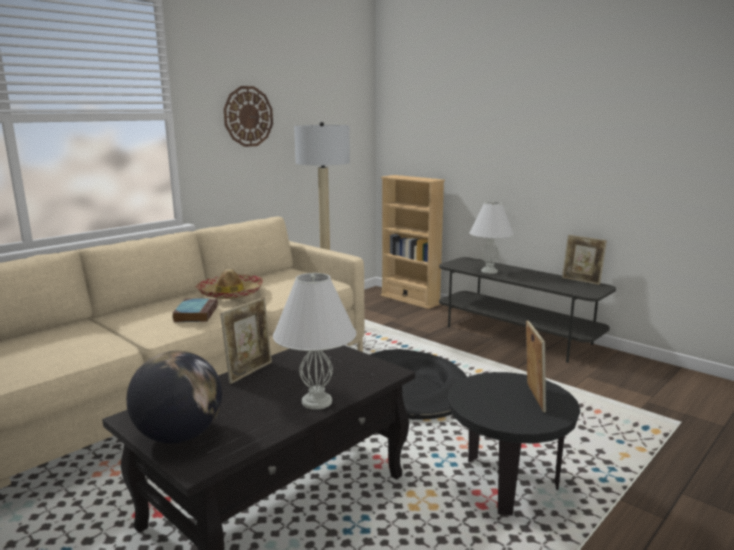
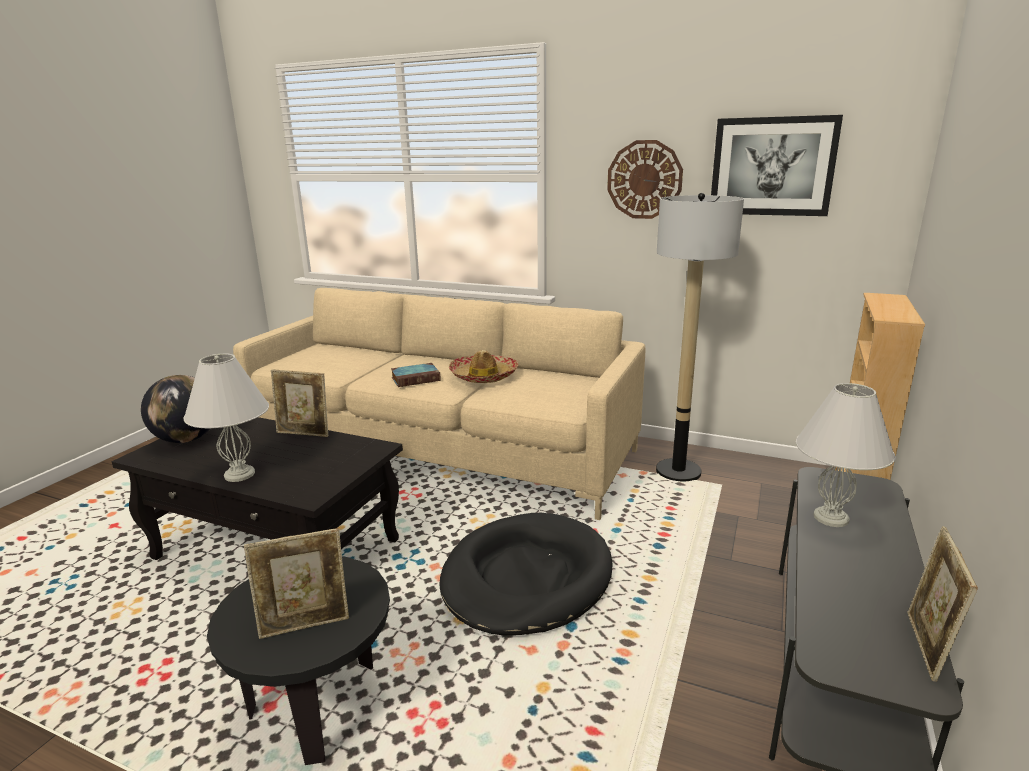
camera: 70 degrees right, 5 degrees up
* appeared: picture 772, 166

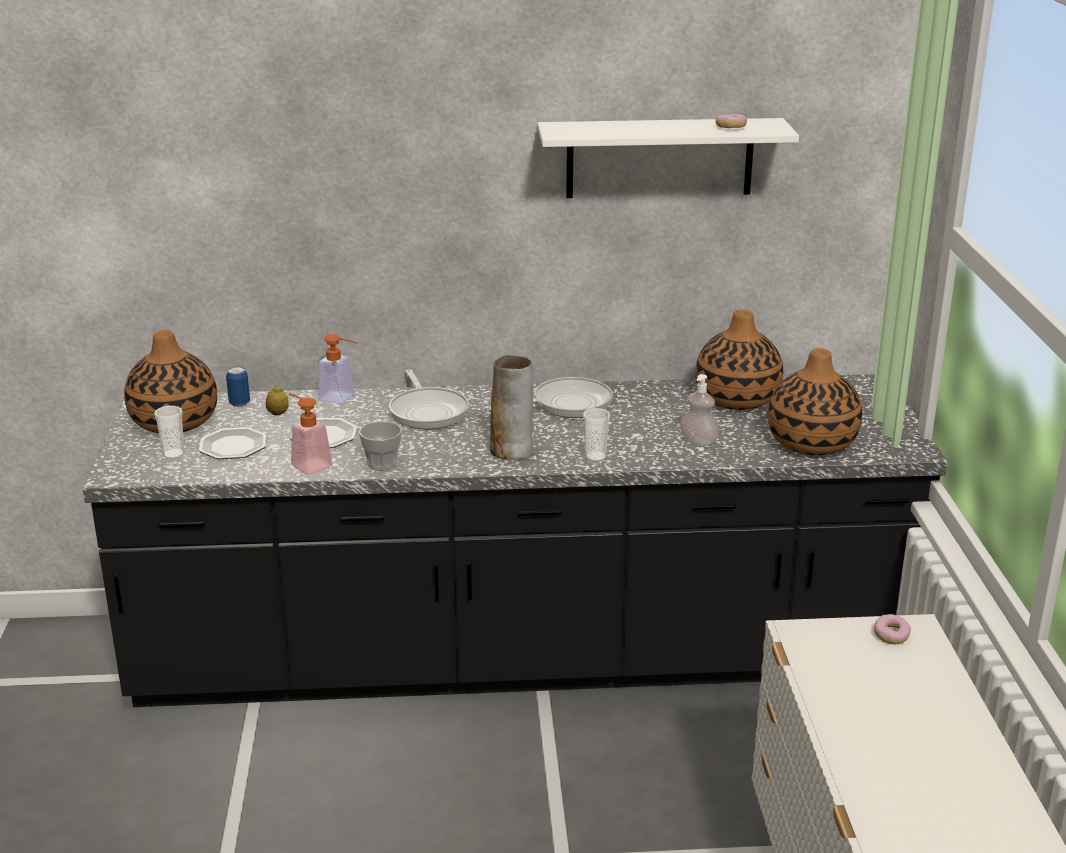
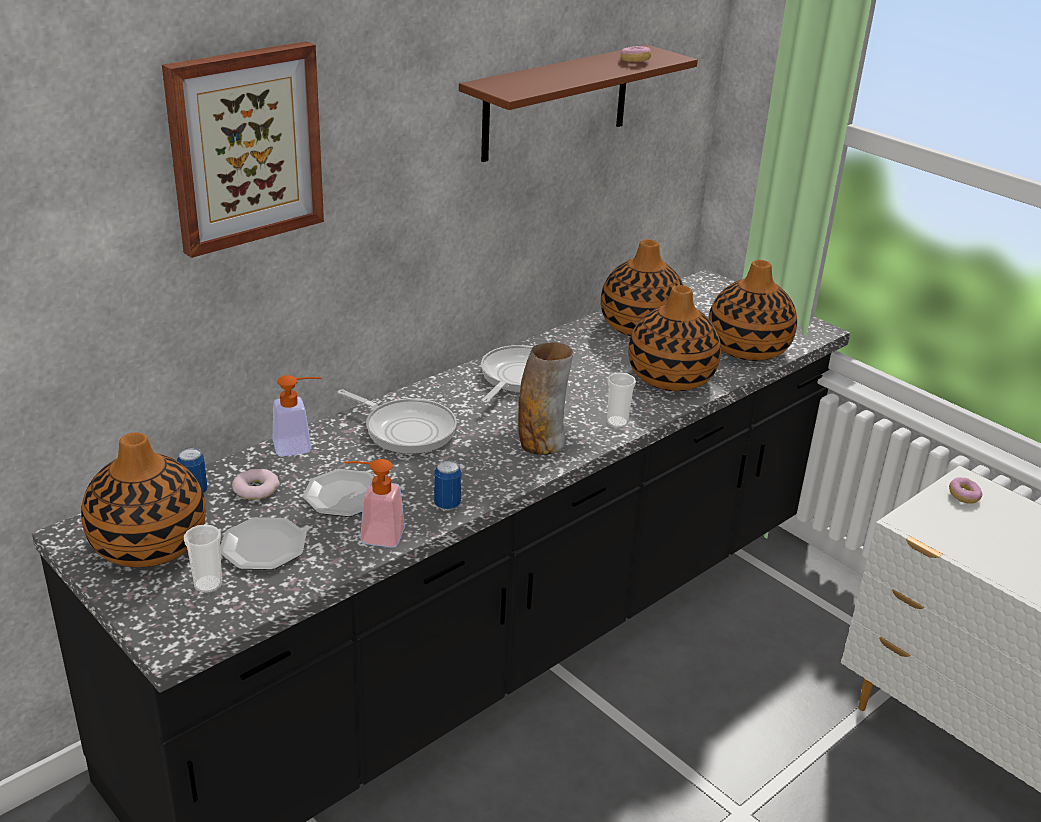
camera: 40 degrees left, 5 degrees up
* appeared: picture 244, 147
* exchanged: lemon 278, 414 to donut 256, 488
* exchanged: cup 382, 464 to can 447, 504
* colour: white shelf 659, 158 to brown shelf 556, 103
* exchanged: soap dispenser 698, 442 to vase 671, 377

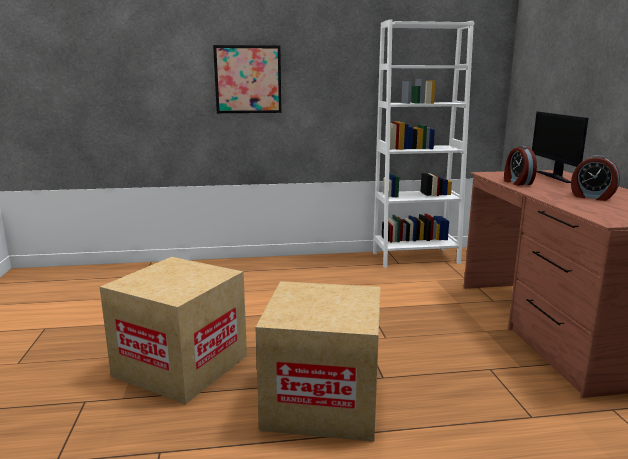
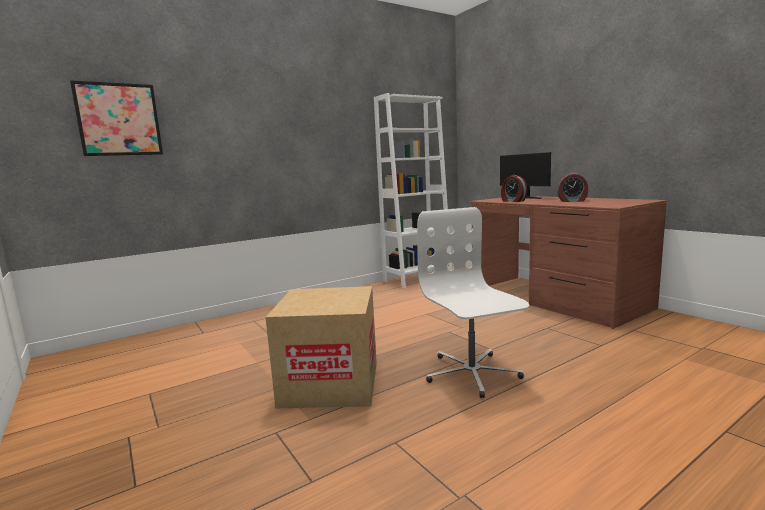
camera: 25 degrees left, 5 degrees down
* relocated: picture 248, 79 to 119, 120
* exchanged: cardboard box 322, 401 to white office chair 471, 373

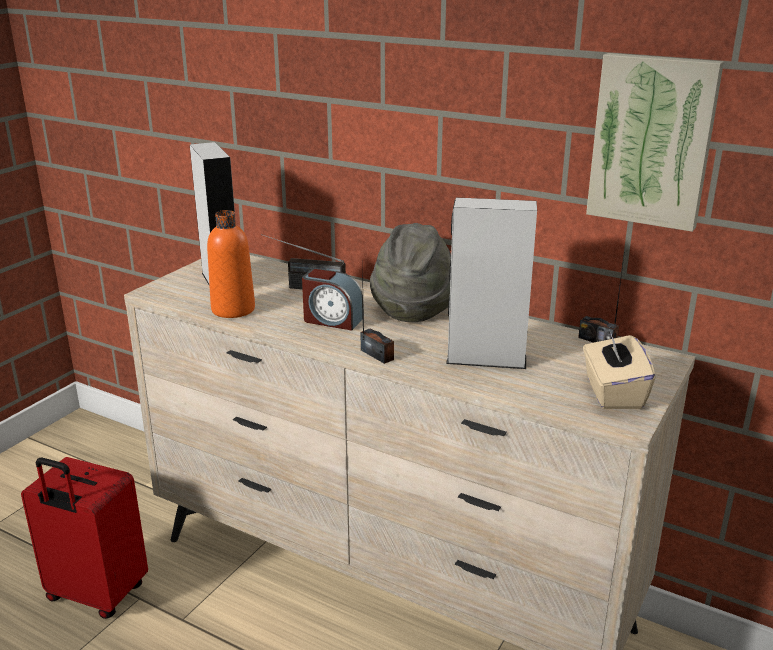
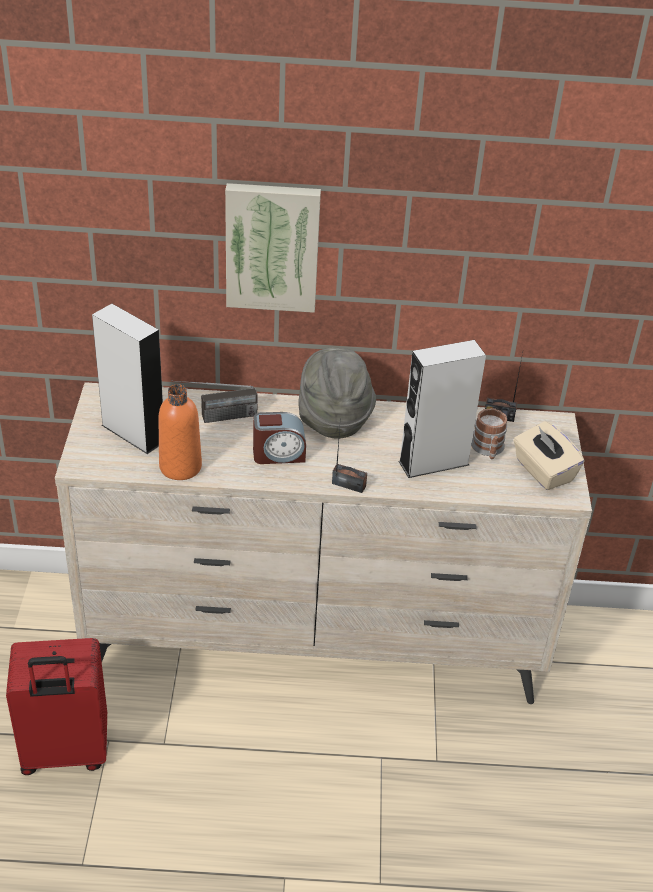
camera: 30 degrees left, 15 degrees up
* relocated: picture 652, 141 to 272, 246
* appeared: mug 488, 449

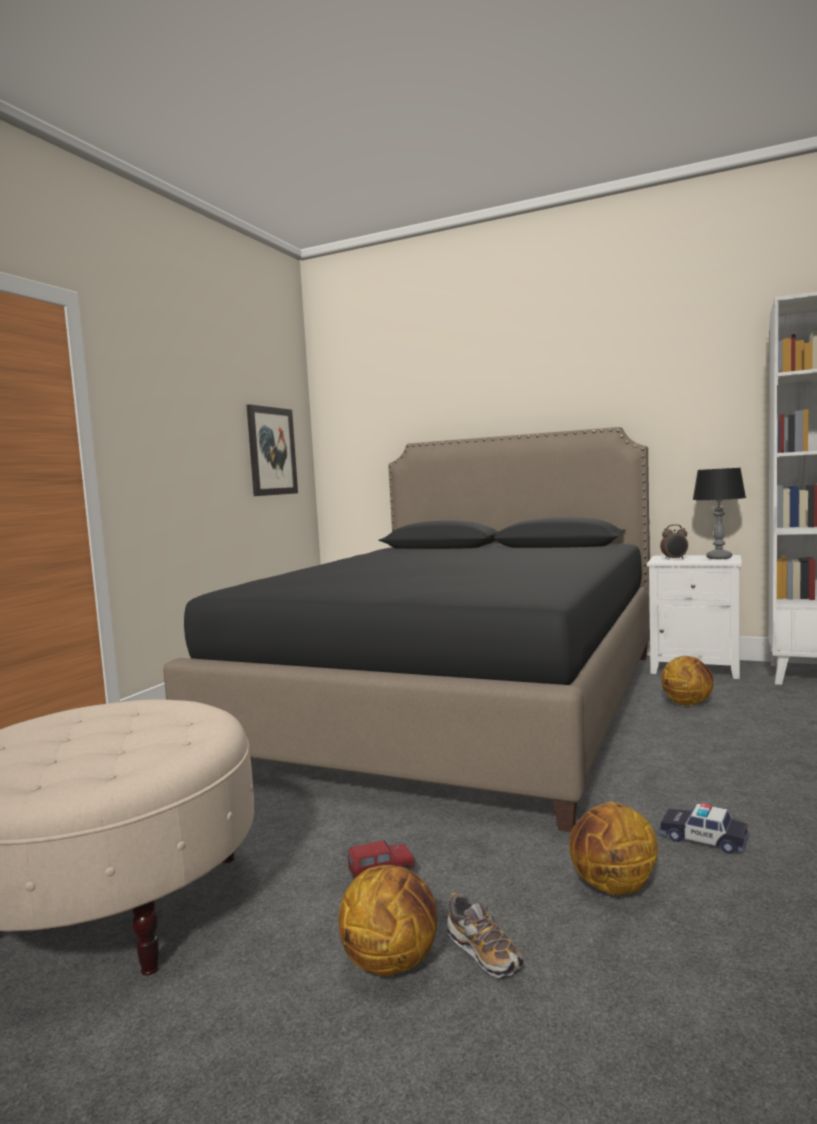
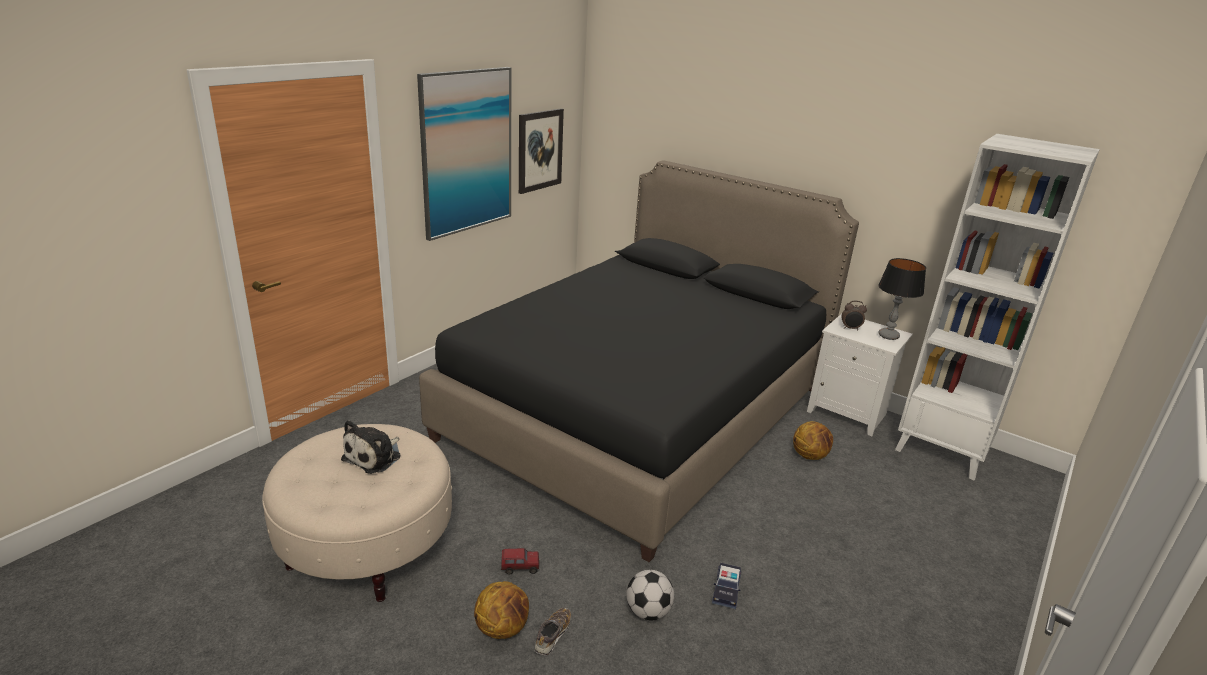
camera: 10 degrees right, 20 degrees up
* appeared: plush toy 374, 457
* appeared: picture 467, 152
* spun: shoe 483, 952 = 552, 635 135 degrees counterclockwise
* exchanged: basketball 614, 887 to football 648, 612
* spun: toy car 703, 838 = 726, 590 120 degrees counterclockwise

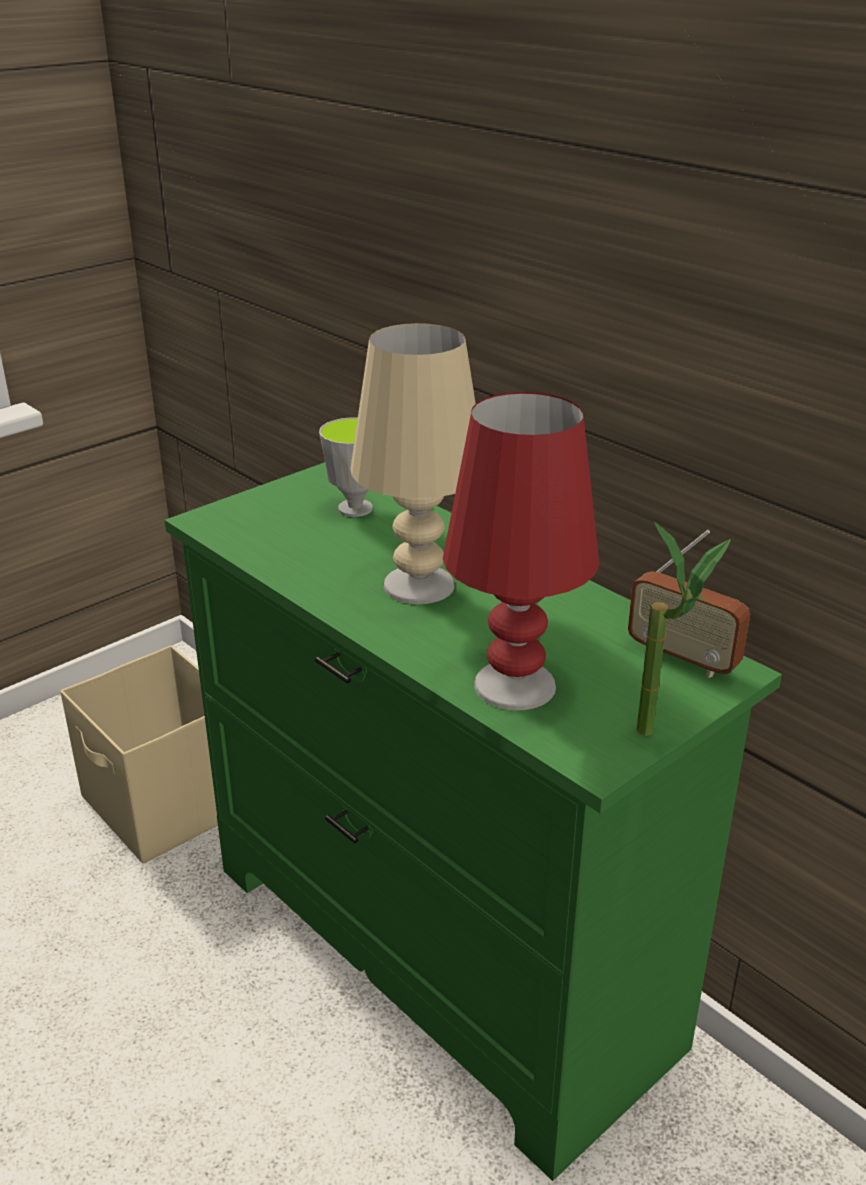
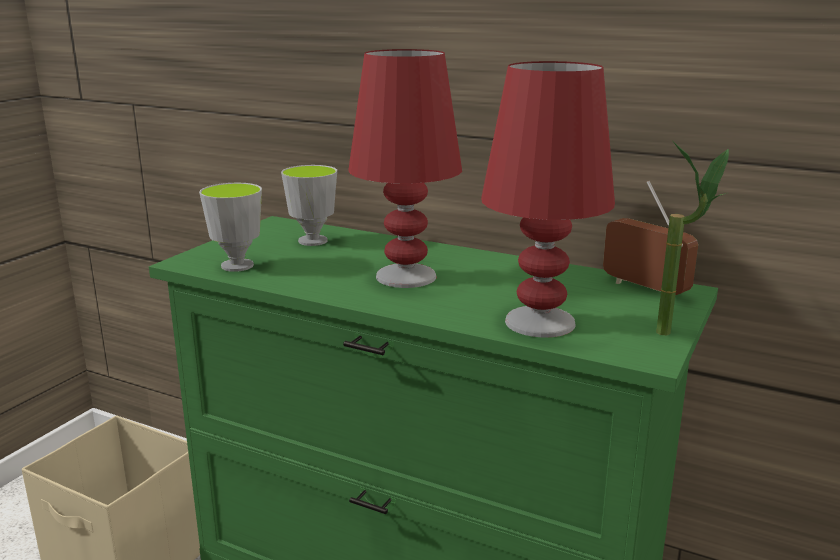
camera: 20 degrees left, 10 degrees down
* appeared: cup 237, 266
* colour: beige table lamp 418, 585 to red table lamp 405, 277
* spun: radio 682, 658 = 644, 289 150 degrees counterclockwise

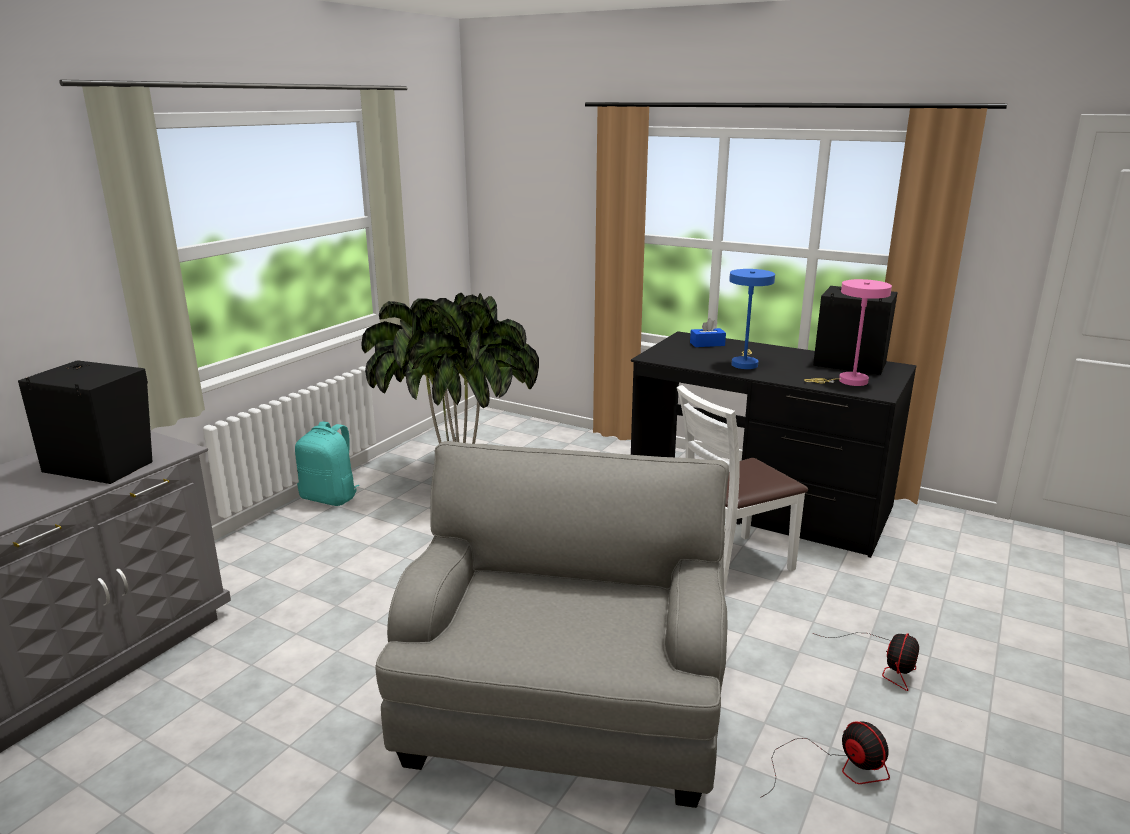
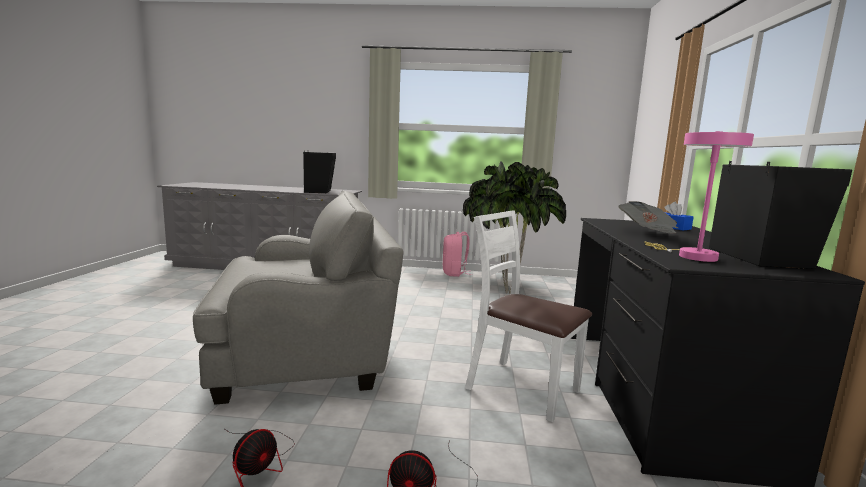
camera: 65 degrees right, 10 degrees down
* colour: turquoise backpack 330, 498 to pink backpack 454, 273
* exchanged: blue table lamp 744, 363 to newspaper 648, 234

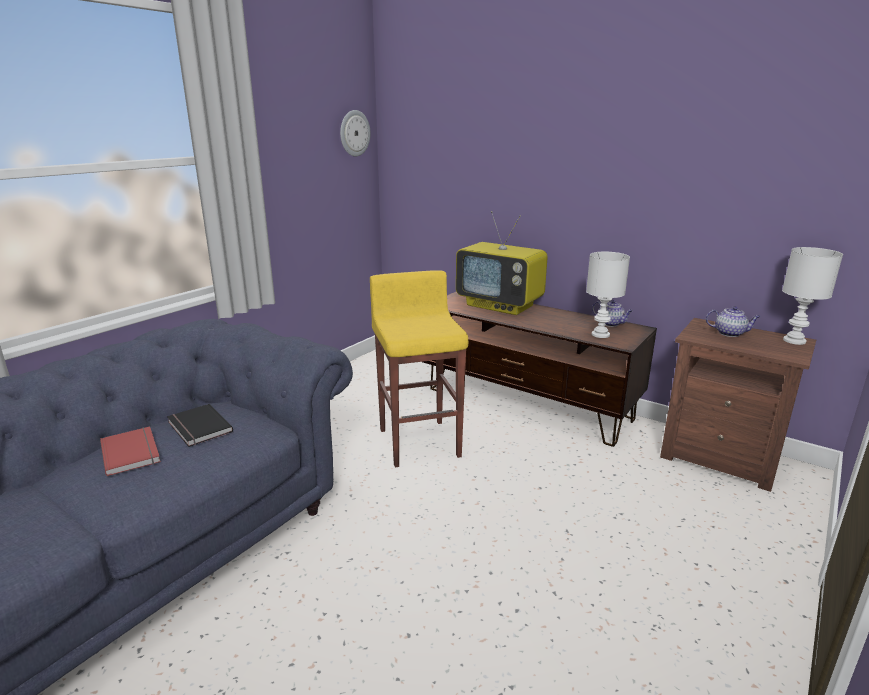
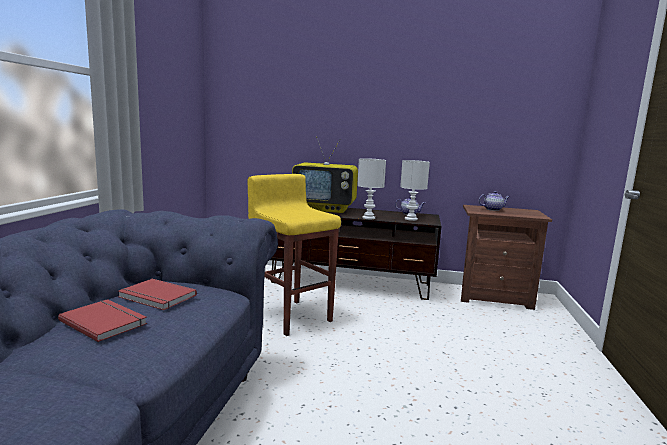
camera: 25 degrees left, 10 degrees down
* colour: black book 198, 428 to red book 156, 297
* relocated: white table lamp 795, 341 to 369, 218
* missing: wall clock 354, 133

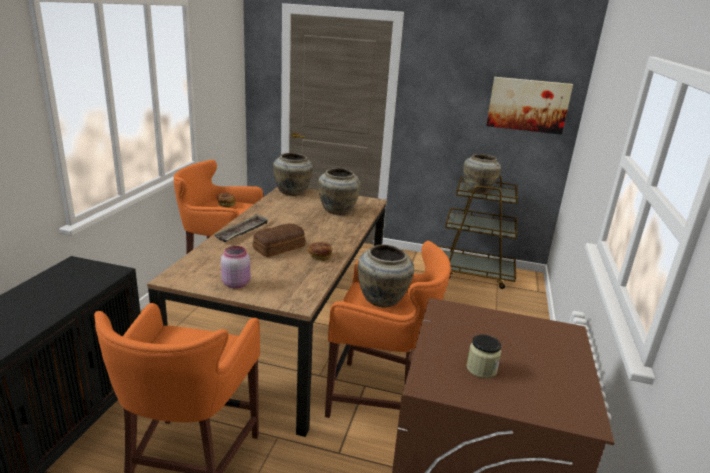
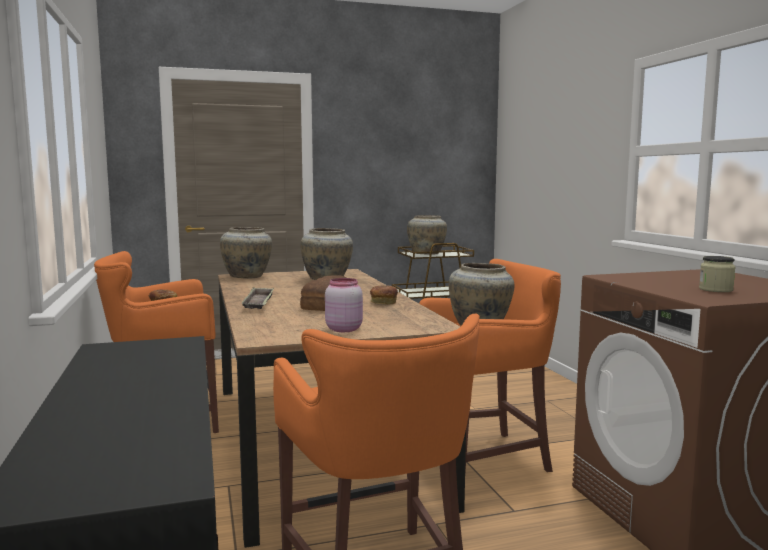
camera: 30 degrees left, 15 degrees down
* missing: picture 528, 105

